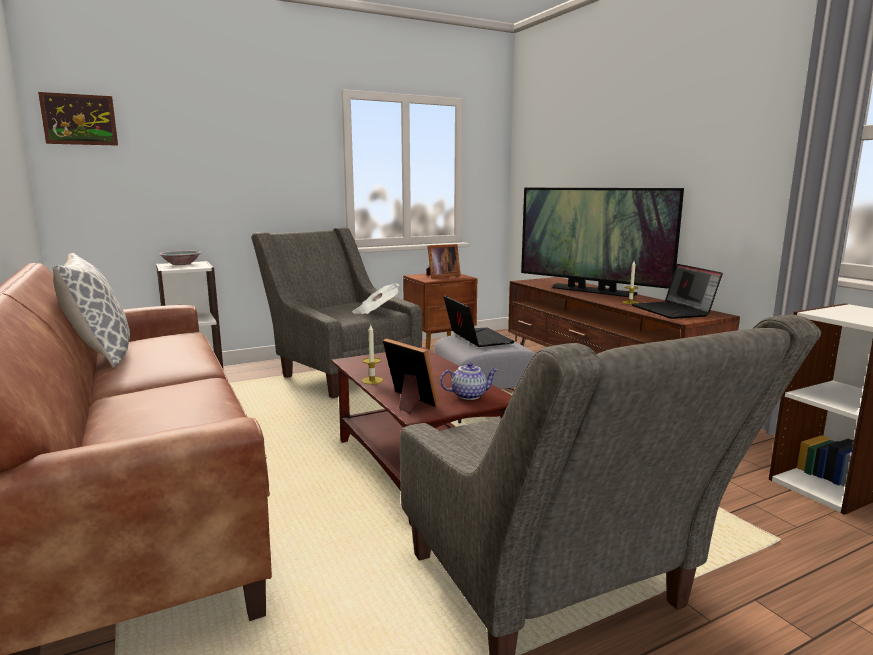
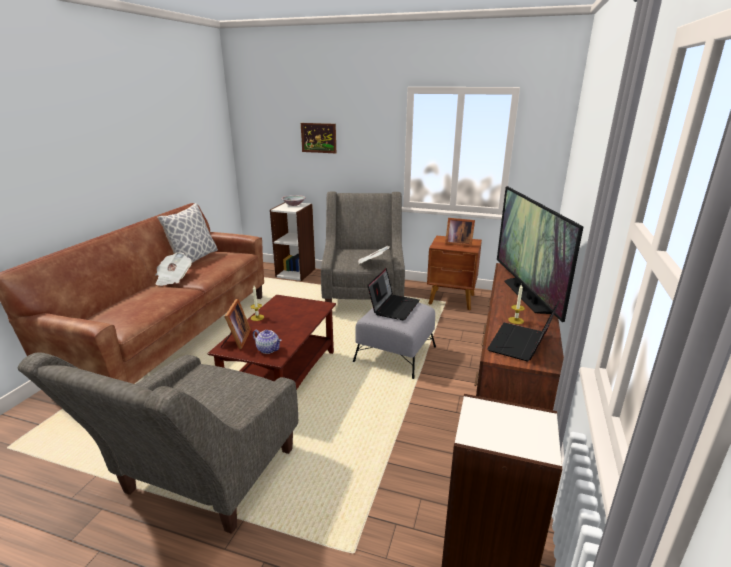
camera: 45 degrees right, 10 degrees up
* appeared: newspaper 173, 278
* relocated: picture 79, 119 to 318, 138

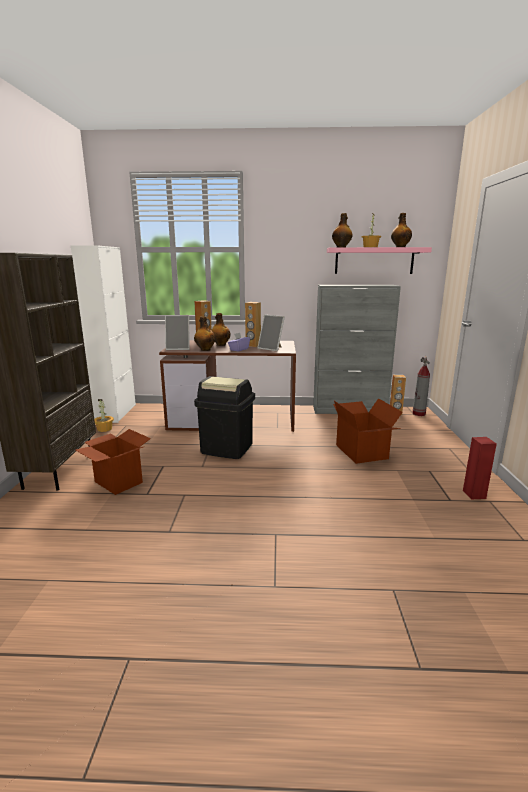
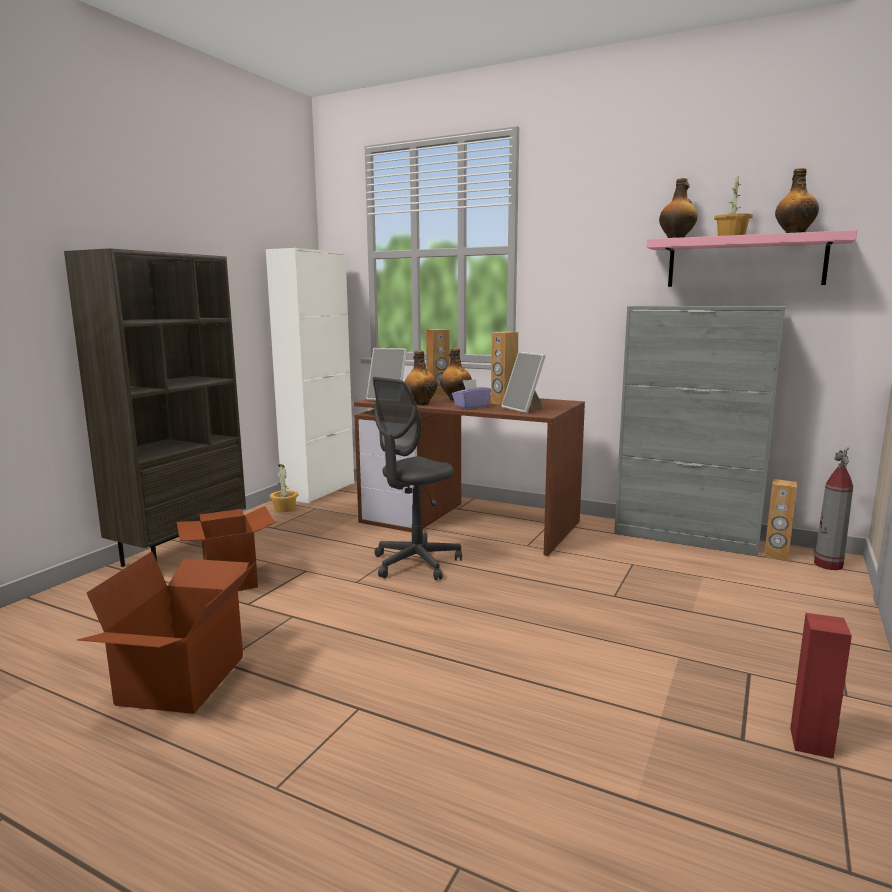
camera: 25 degrees right, 5 degrees down
* relocated: cardboard box 362, 452 to 184, 680
* exchanged: black trash can 226, 449 to grey office chair 416, 563

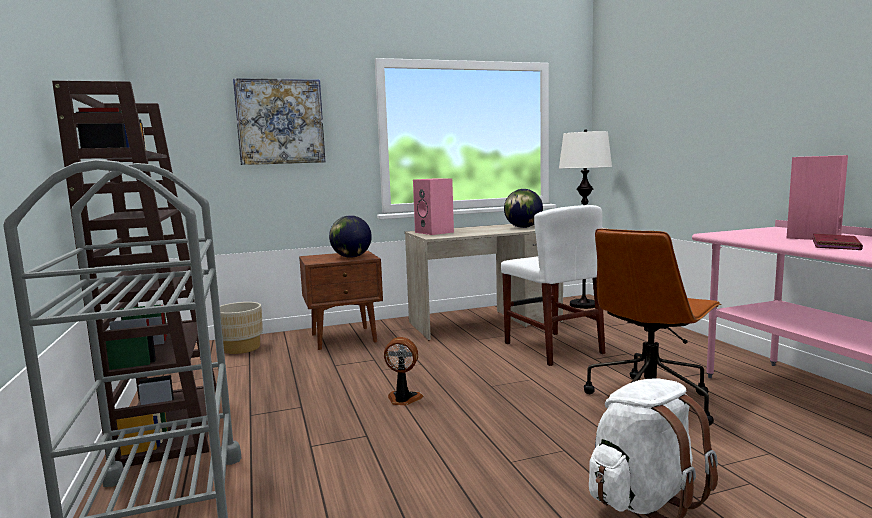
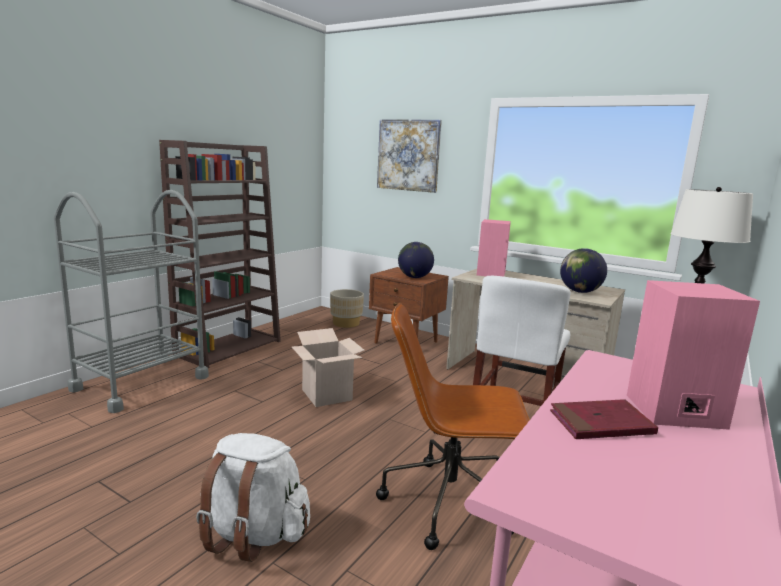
camera: 50 degrees right, 5 degrees up
* exchanged: fan 403, 399 to cardboard box 327, 395

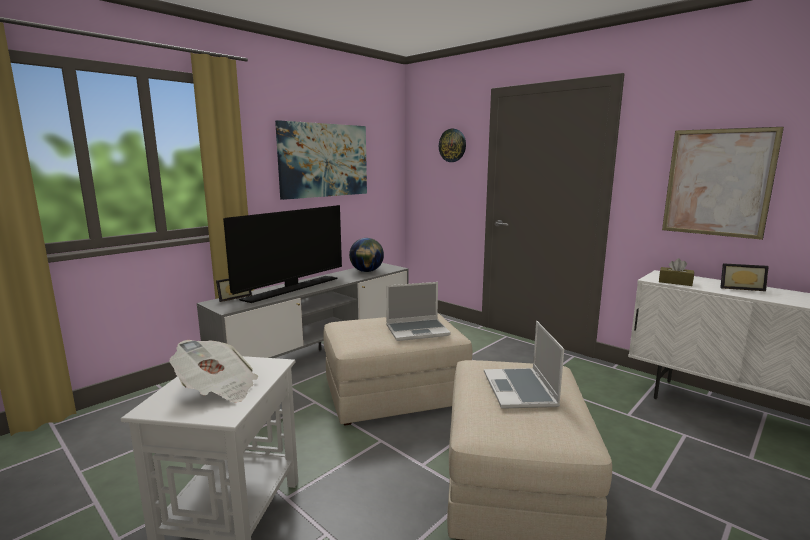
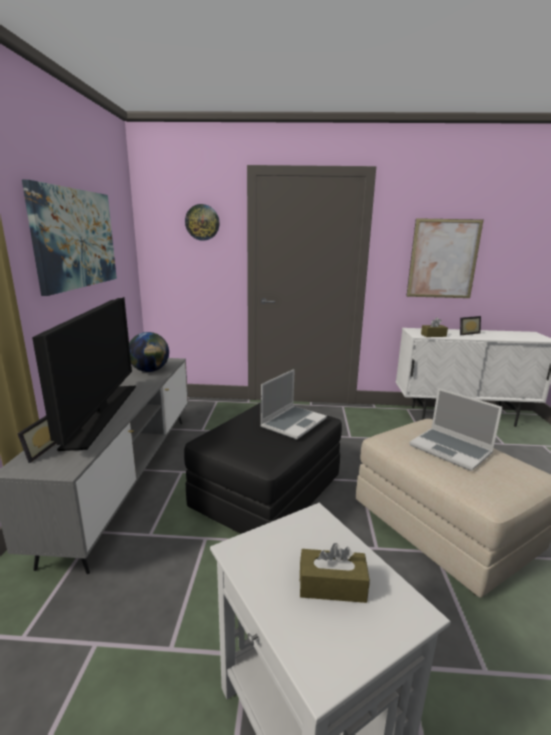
camera: 40 degrees left, 5 degrees up
* colour: beige ottoman 395, 394 to black ottoman 267, 492
* exchanged: newspaper 218, 389 to brown tissue box 332, 585

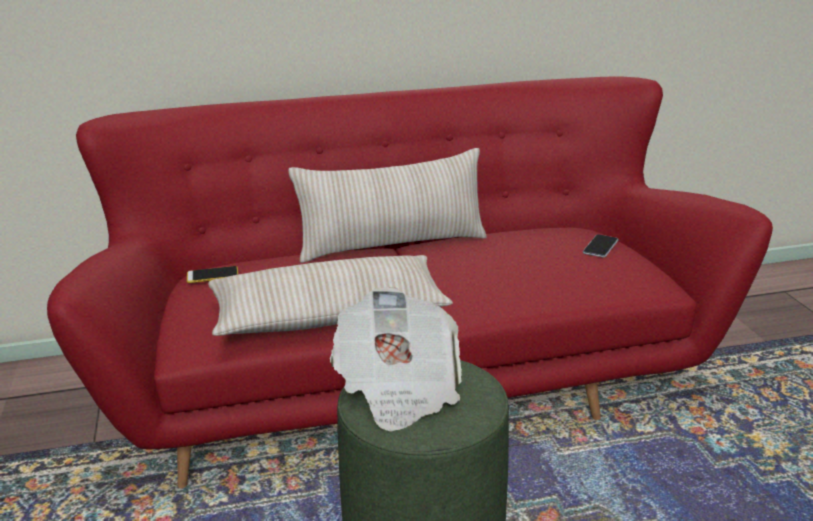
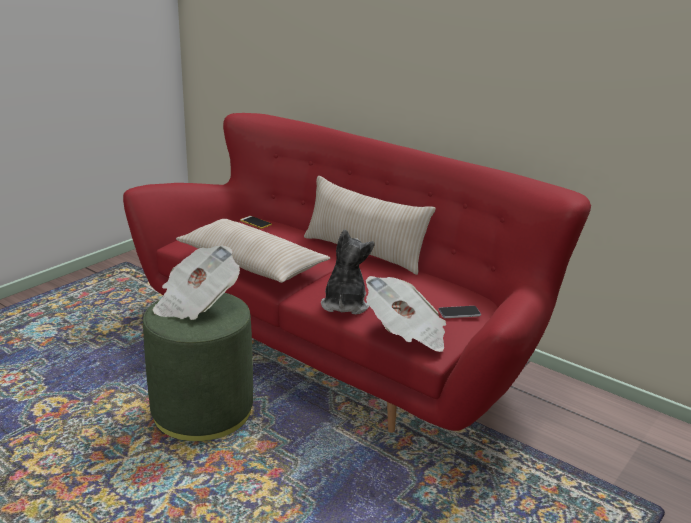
camera: 50 degrees right, 0 degrees up
* appeared: plush toy 344, 304
* appeared: newspaper 406, 334

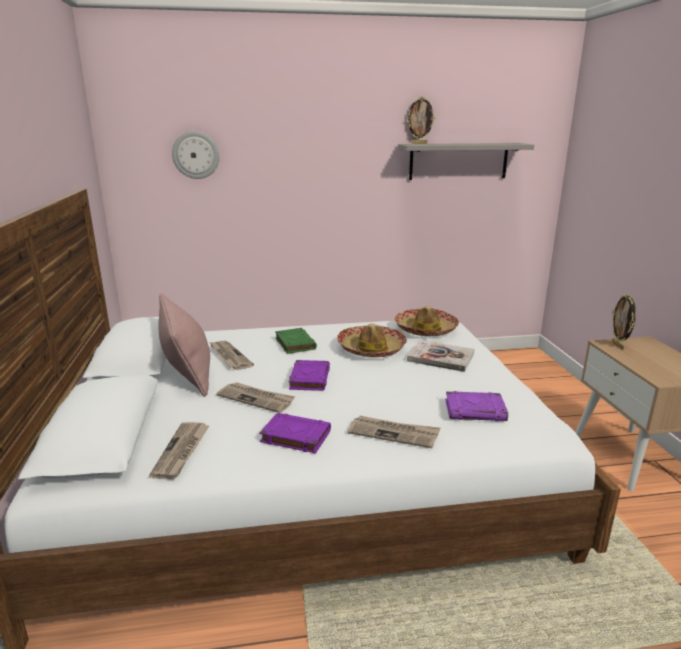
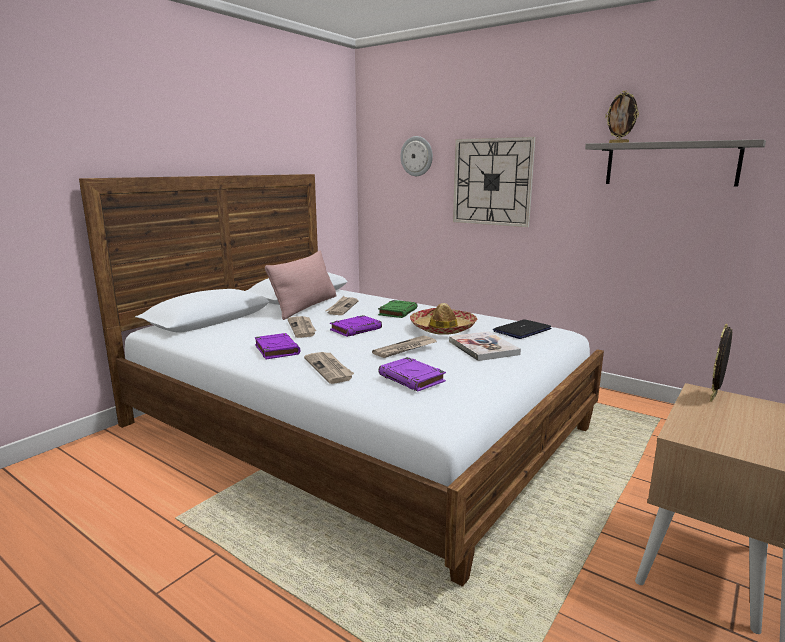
camera: 45 degrees right, 5 degrees down
* relocated: newspaper 181, 452 to 405, 349
* appeared: wall clock 492, 182
* exchanged: hat 426, 329 to laptop 522, 330

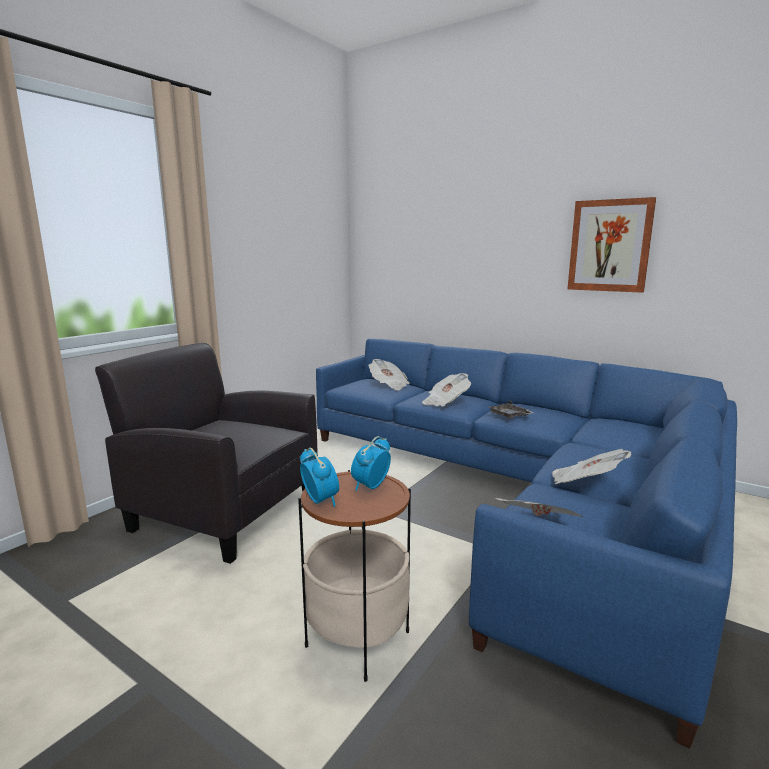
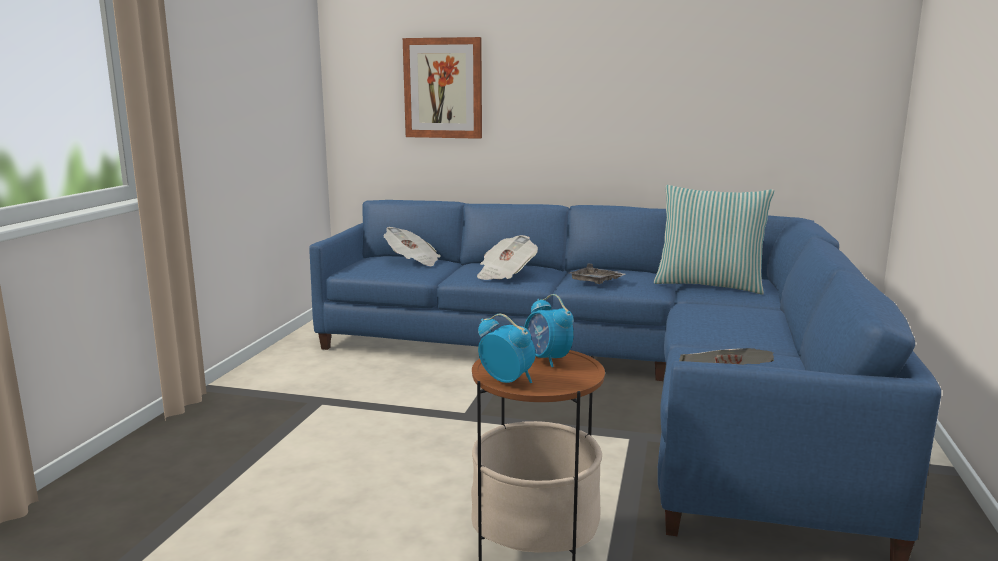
camera: 20 degrees left, 0 degrees up
* relocated: picture 609, 246 to 443, 88
* spun: alarm clock 370, 486 = 547, 360 45 degrees counterclockwise
* appeared: pillow 709, 285
* missing: black armchair 224, 512
* missing: newspaper 585, 484

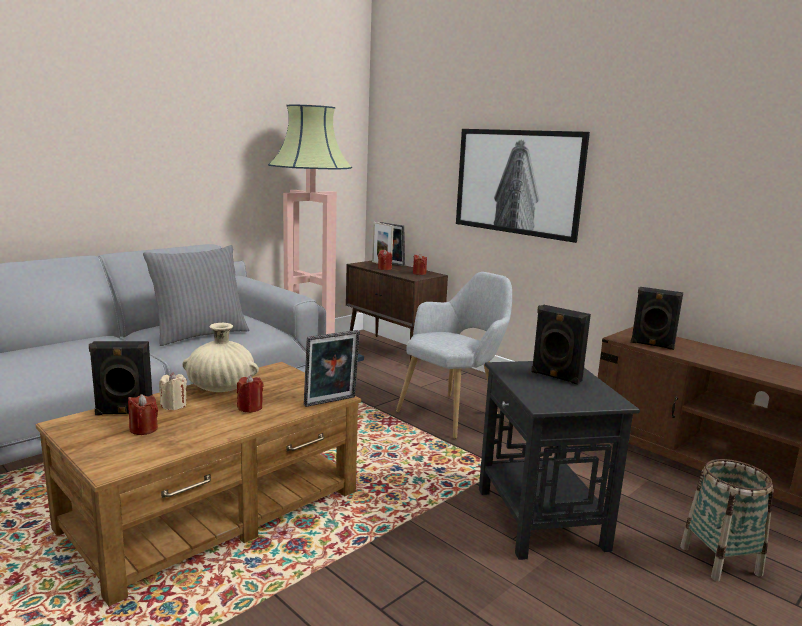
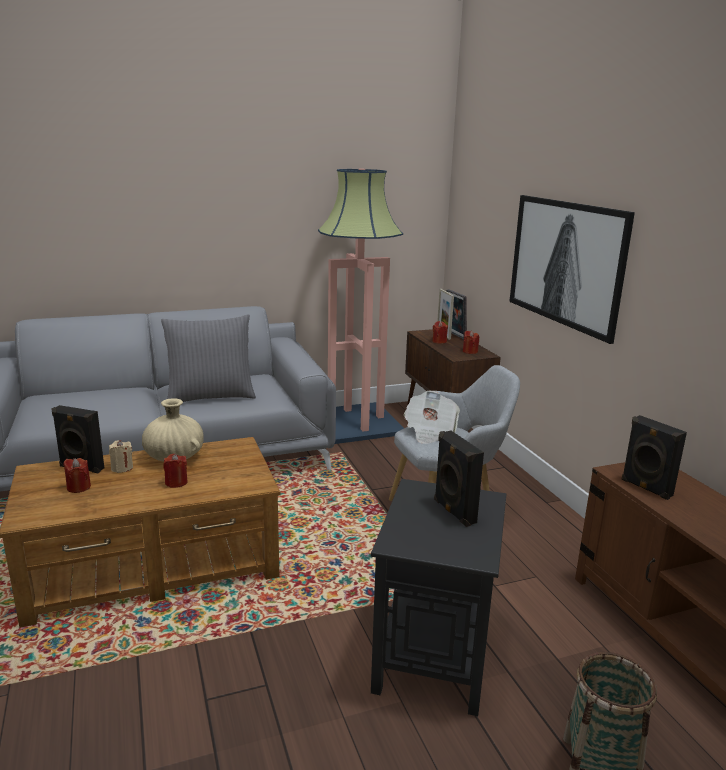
camera: 25 degrees right, 5 degrees up
* appeared: newspaper 430, 432
* missing: picture frame 331, 402

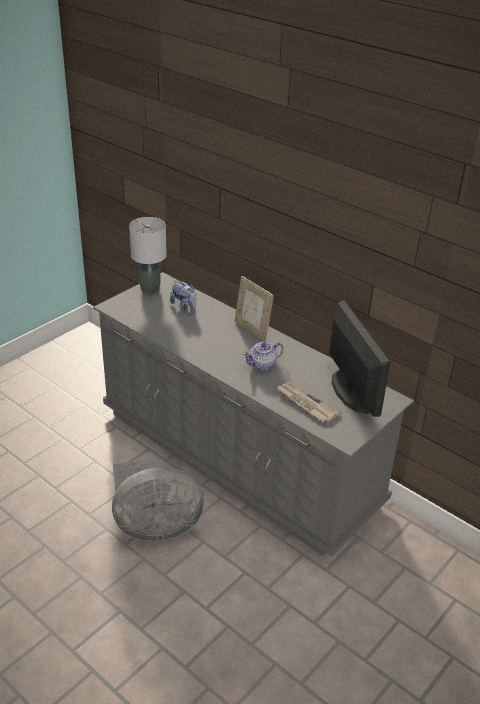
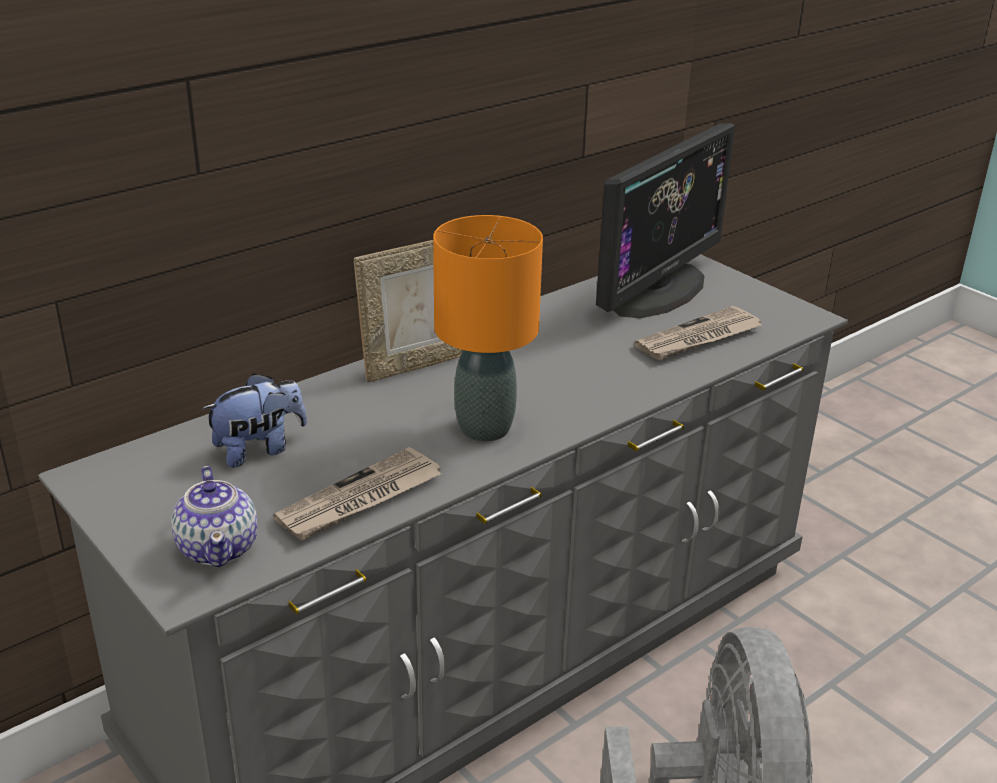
camera: 80 degrees left, 5 degrees down
* relocated: teapot 262, 364 to 219, 547
* appeared: newspaper 360, 499
* appeared: orange table lamp 485, 428
* spun: monitor 351, 391 = 657, 290 135 degrees clockwise
* missing: grey table lamp 149, 290

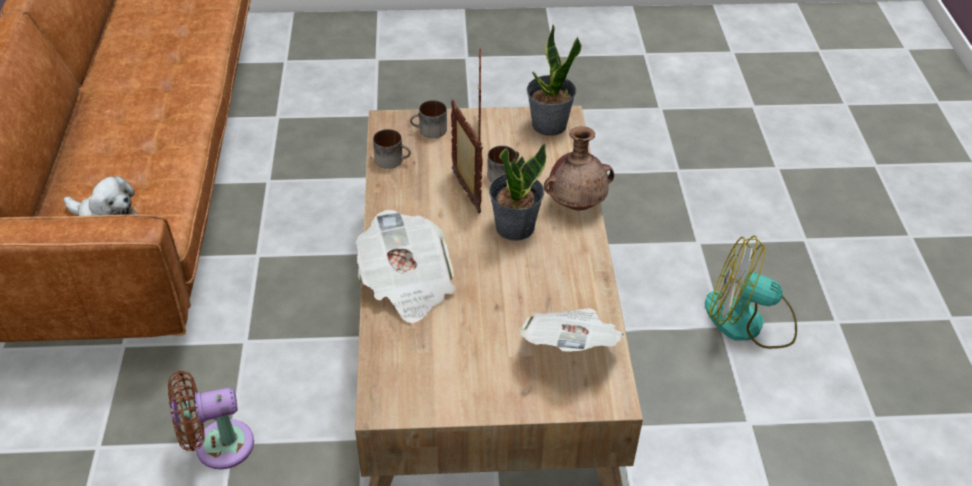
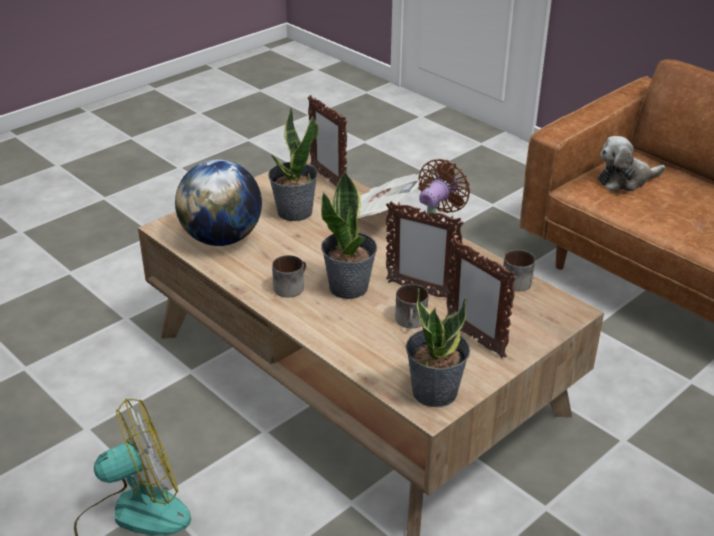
camera: 140 degrees right, 10 degrees down
* exchanged: newspaper 570, 346 to globe 222, 238
* appeared: potted plant 294, 212
* relocated: mug 429, 131 to 290, 286
* appeared: picture frame 328, 179
* missing: brown vase 577, 204

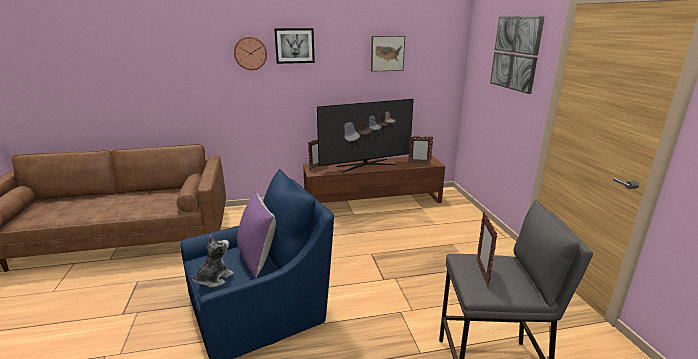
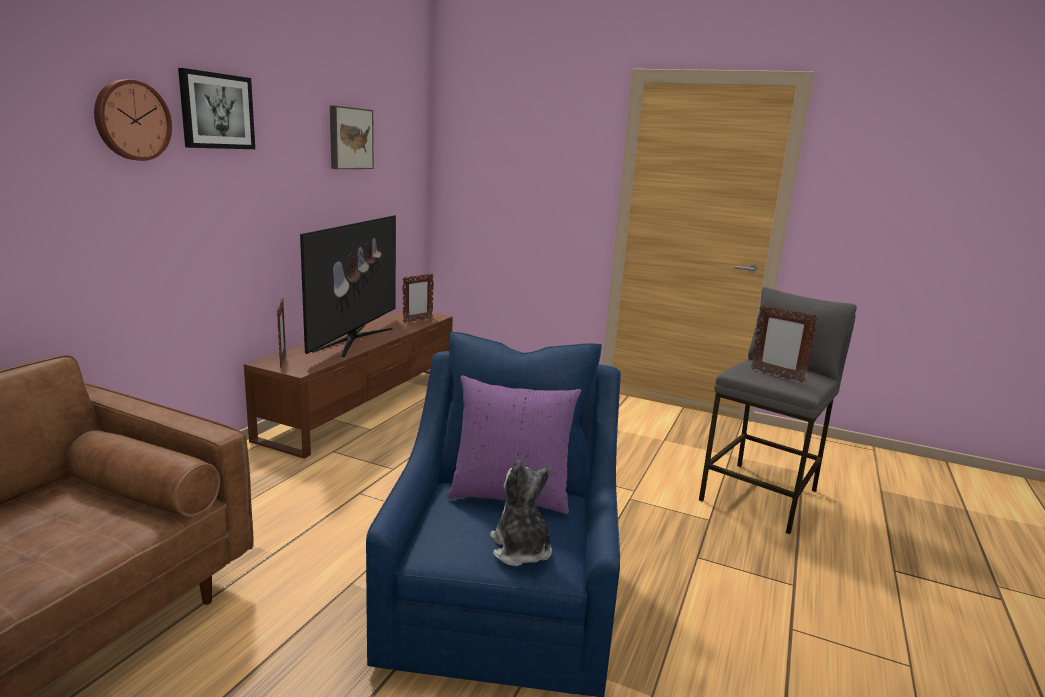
camera: 55 degrees left, 5 degrees down
* missing: picture 515, 53

